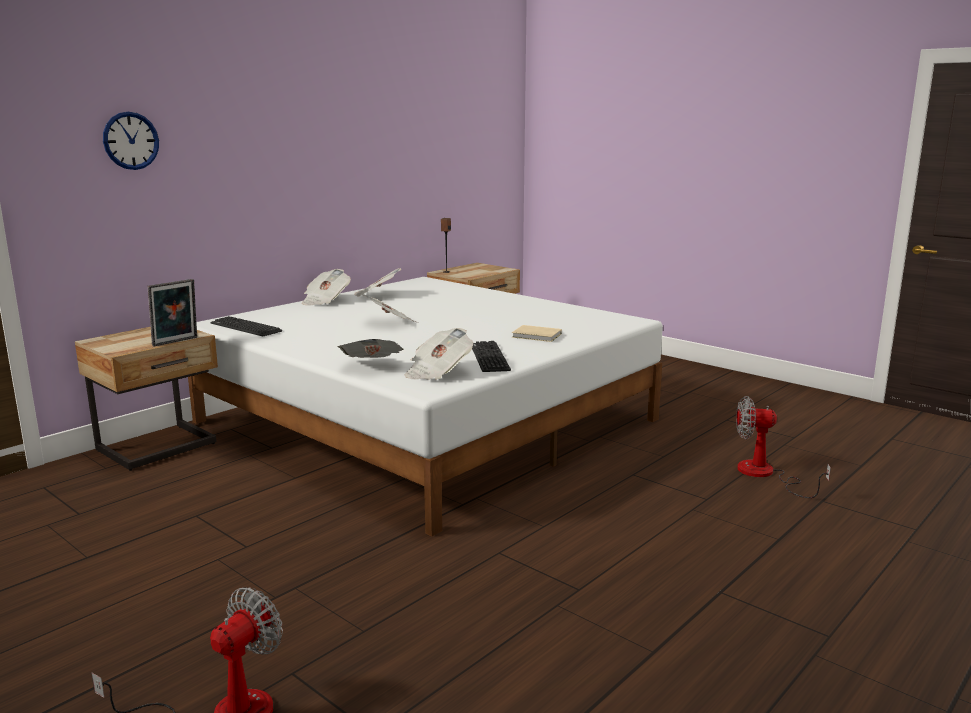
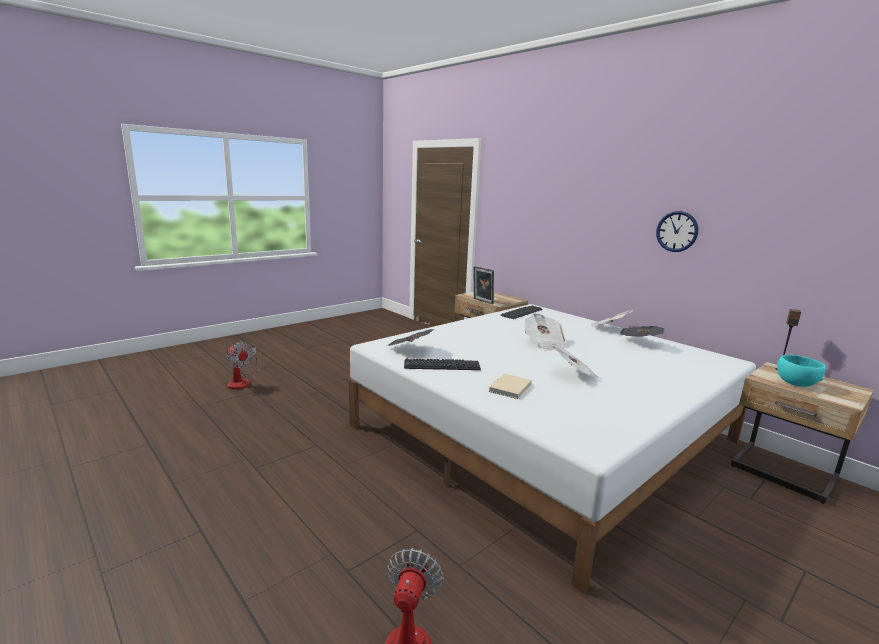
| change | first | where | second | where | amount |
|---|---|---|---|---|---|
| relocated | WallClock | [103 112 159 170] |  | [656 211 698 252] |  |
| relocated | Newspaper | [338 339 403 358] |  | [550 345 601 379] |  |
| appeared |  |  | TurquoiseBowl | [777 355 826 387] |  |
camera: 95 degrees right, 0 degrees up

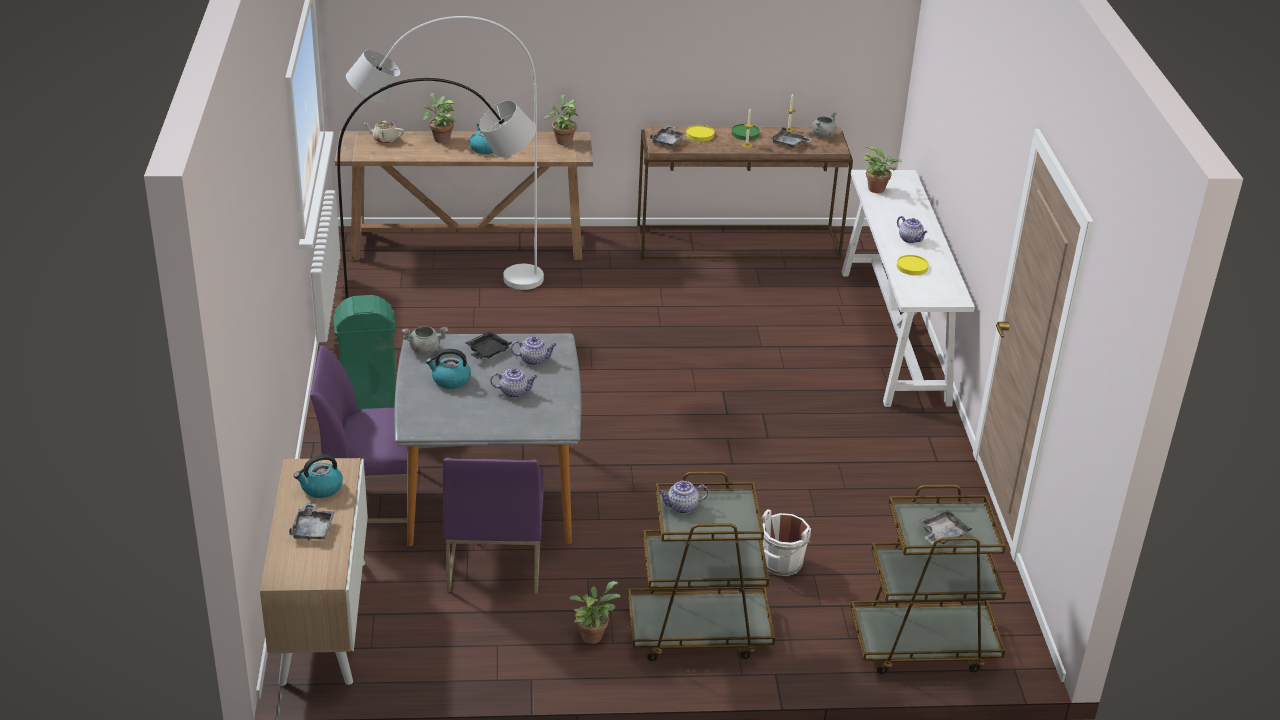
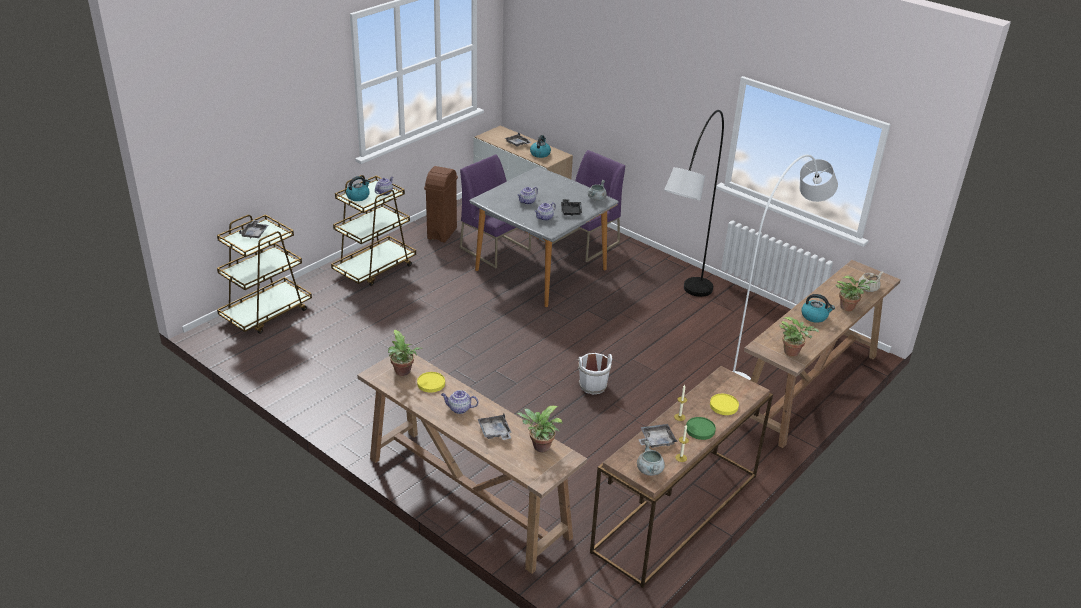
| change | first | where | second | where | amount |
|---|---|---|---|---|---|
| missing | GreenTrashCan | [333 295 396 410] |  |  |  |
| relocated | Kettle | [426 349 471 389] |  | [346 176 370 201] |  |
| relocated | PottedPlant | [569 581 621 644] |  | [388 330 422 376] |  |
| relocated | GreyTray | [650 125 686 147] |  | [478 414 512 440] |  |
| relocated | WhiteBucket | [761 509 811 576] |  | [577 353 612 394] |  |
| colour | WhiteConsoleTable | [842 170 975 407] | BrownConsoleTable | [357 353 587 574] |  |
| appeared |  |  | BrownTrashCan | [424 166 458 242] |  |
camera: 135 degrees right, 0 degrees up

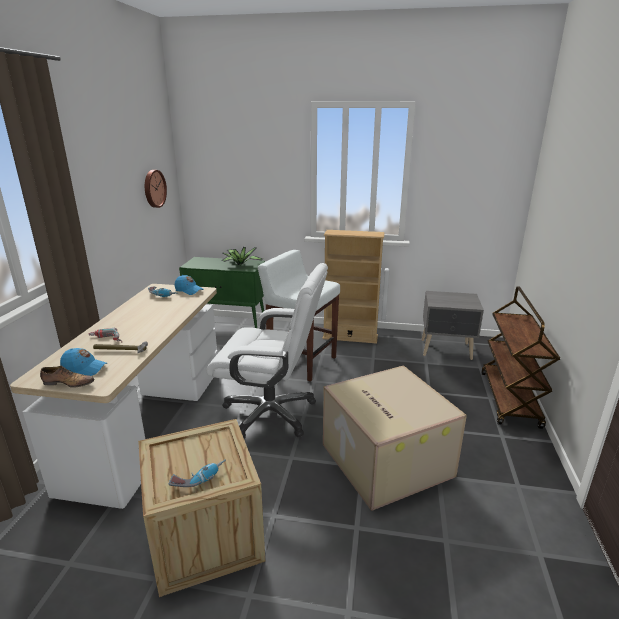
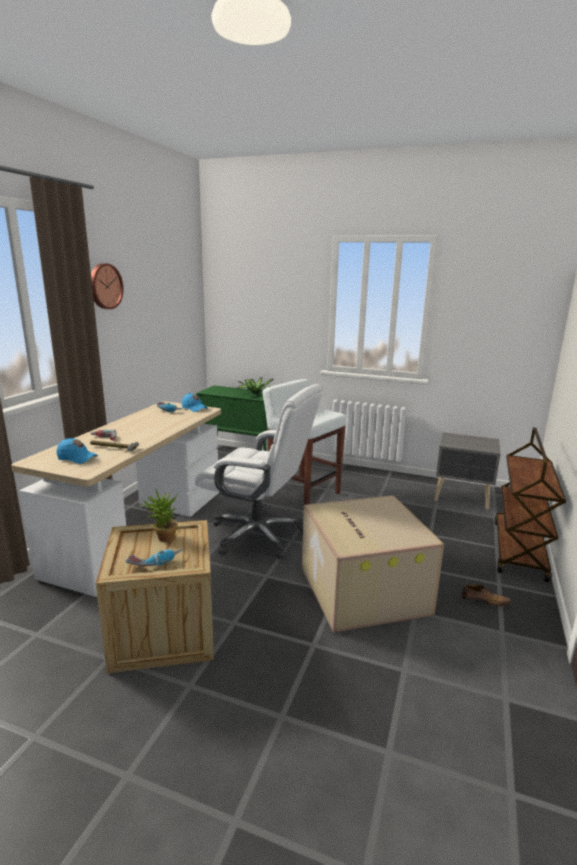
| change | first | where | second | where | amount |
|---|---|---|---|---|---|
| relocated | Shoe | [40 366 95 388] |  | [462 584 511 606] |  |
| relocated | WallClock | [145 170 167 208] |  | [91 263 124 309] |  |
| missing | BeigeBookcase | [323 230 385 344] |  |  |  |
| appeared |  |  | PottedPlant | [139 489 177 542] |  |
camera: 10 degrees right, 5 degrees down

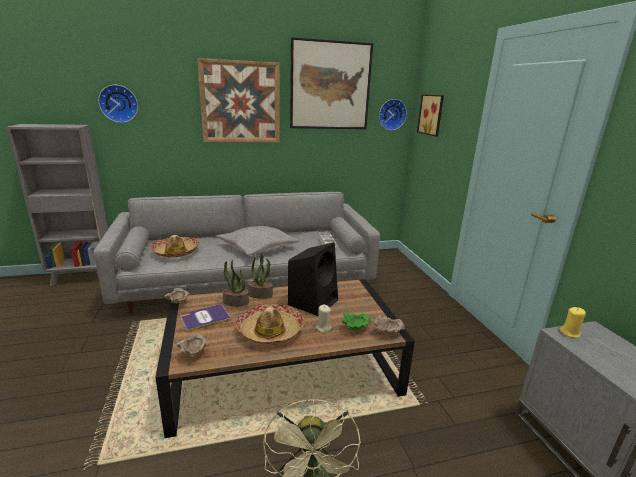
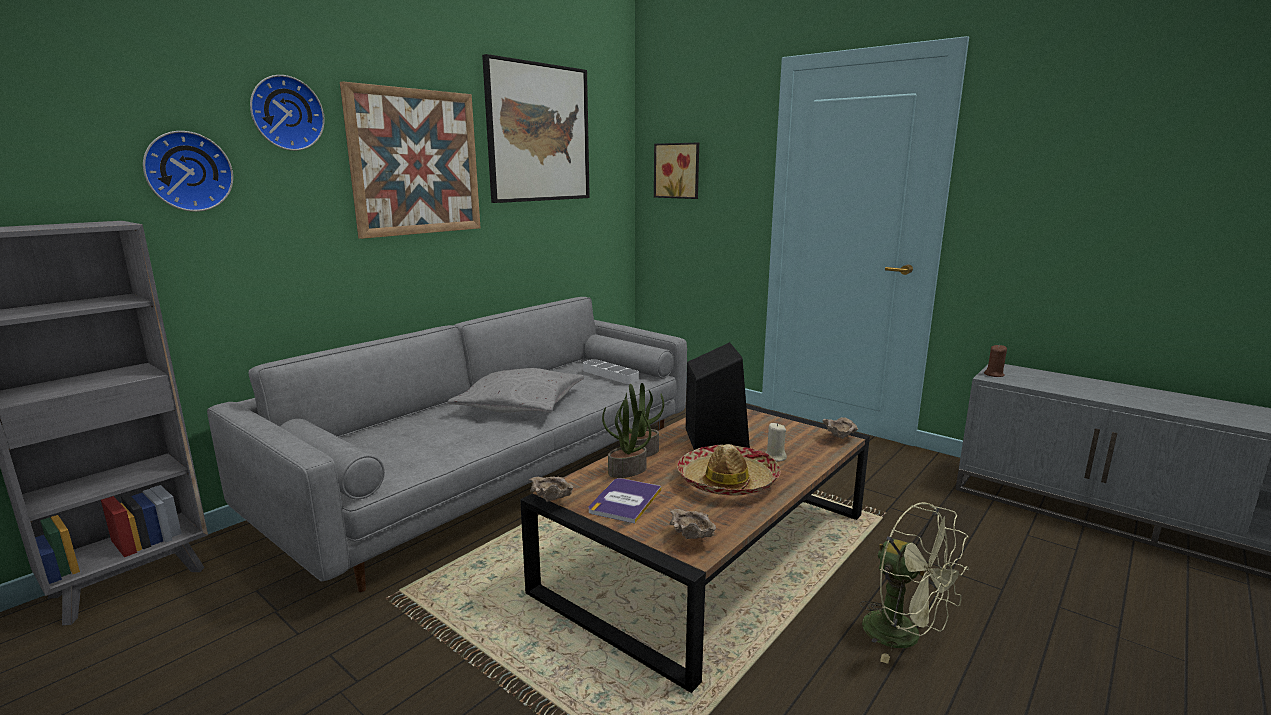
| change | first | where | second | where | amount |
|---|---|---|---|---|---|
| missing | Hat | [151 235 199 257] |  |  |  |
| missing | GreenBowl | [342 313 371 330] |  |  |  |
| relocated | WallClock | [379 99 407 130] |  | [250 75 325 151] |  |
| colour | YellowCandle | [560 307 586 338] | BrownCandle | [984 344 1007 377] |  |
camera: 35 degrees left, 5 degrees down

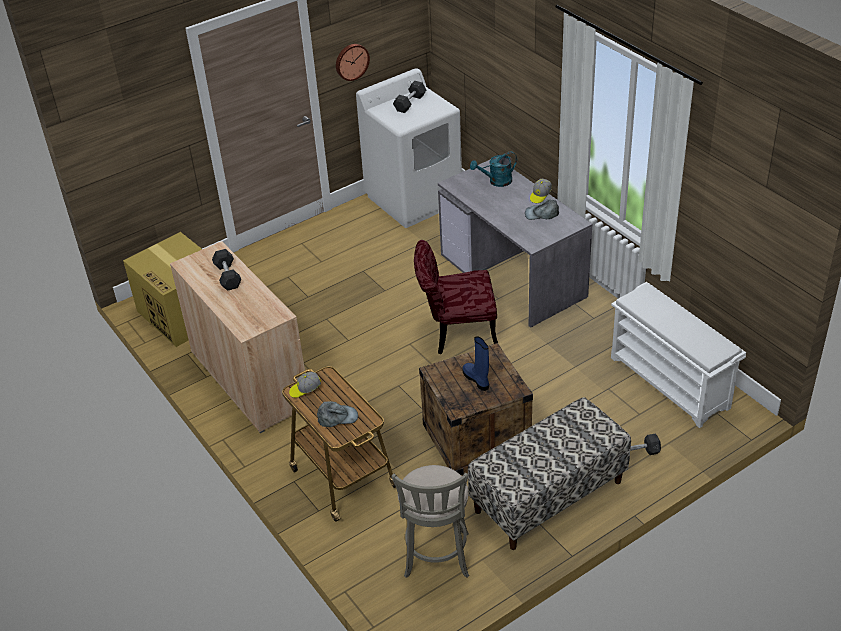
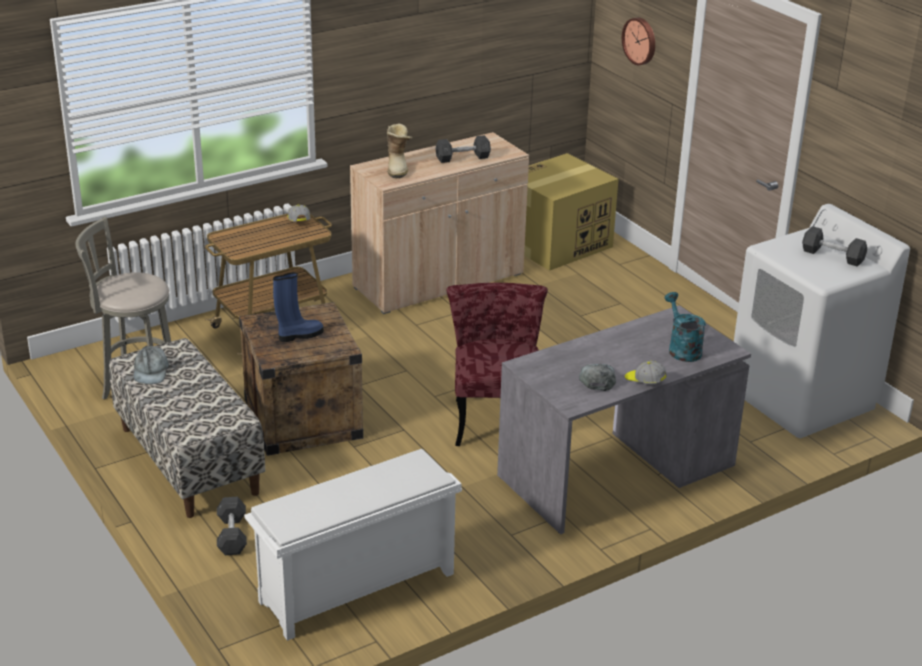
| change | first | where | second | where | amount |
|---|---|---|---|---|---|
| relocated | GreyCap | [317 401 358 427] |  | [134 345 169 384] |  |
| relocated | WallClock | [336 44 370 81] |  | [622 17 655 65] |  |
| appeared |  |  | Boot | [387 123 412 179] |  |
camera: 90 degrees right, 10 degrees down

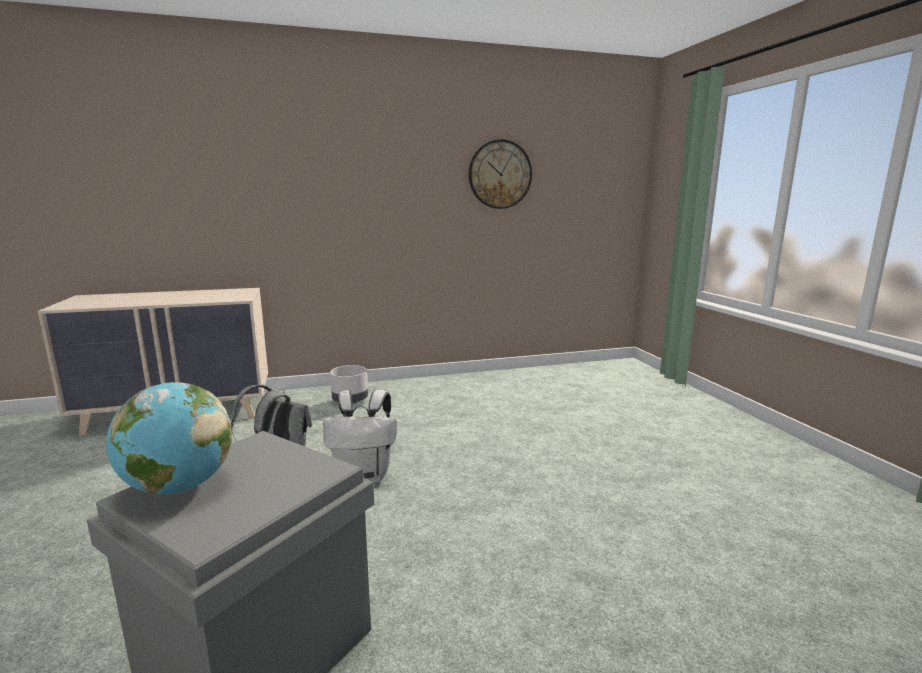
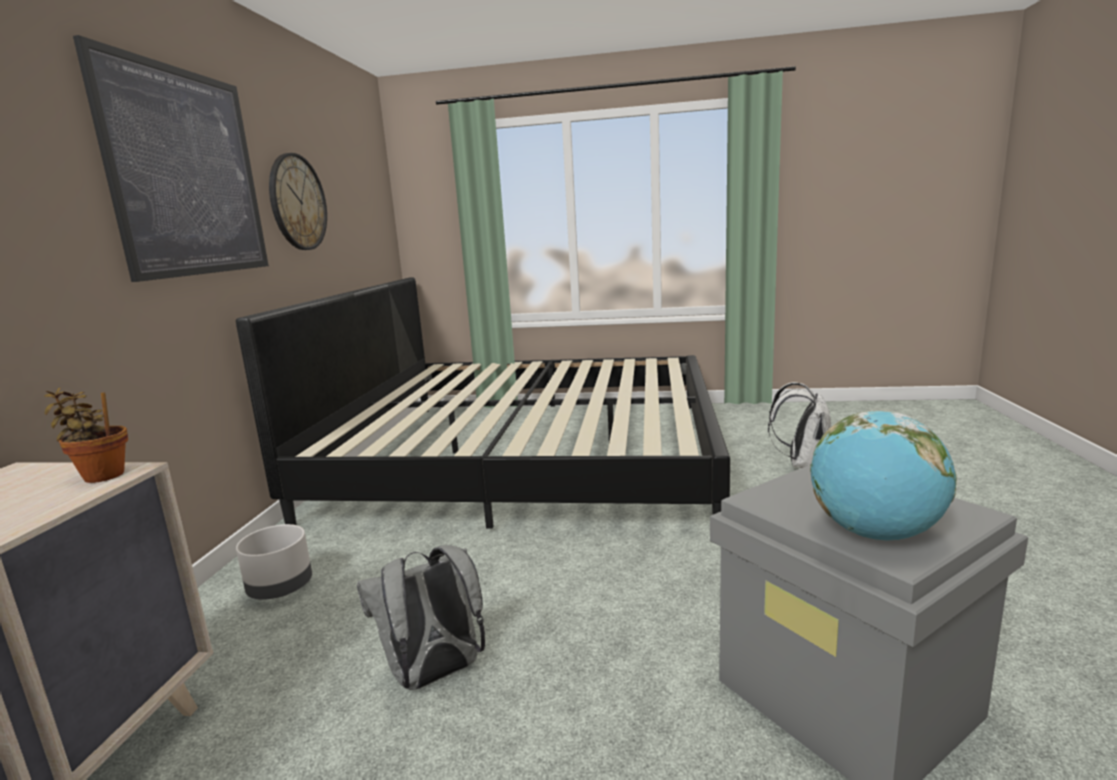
| change | first | where | second | where | amount |
|---|---|---|---|---|---|
| relocated | WhiteBackpack | [323 390 397 483] |  | [768 382 831 468] |  |
| appeared |  |  | PottedPlant | [44 387 128 483] |  |
| appeared |  |  | Picture | [73 35 269 282] |  |
| appeared |  |  | Bed | [236 277 730 528] |  |
camera: 65 degrees left, 0 degrees up

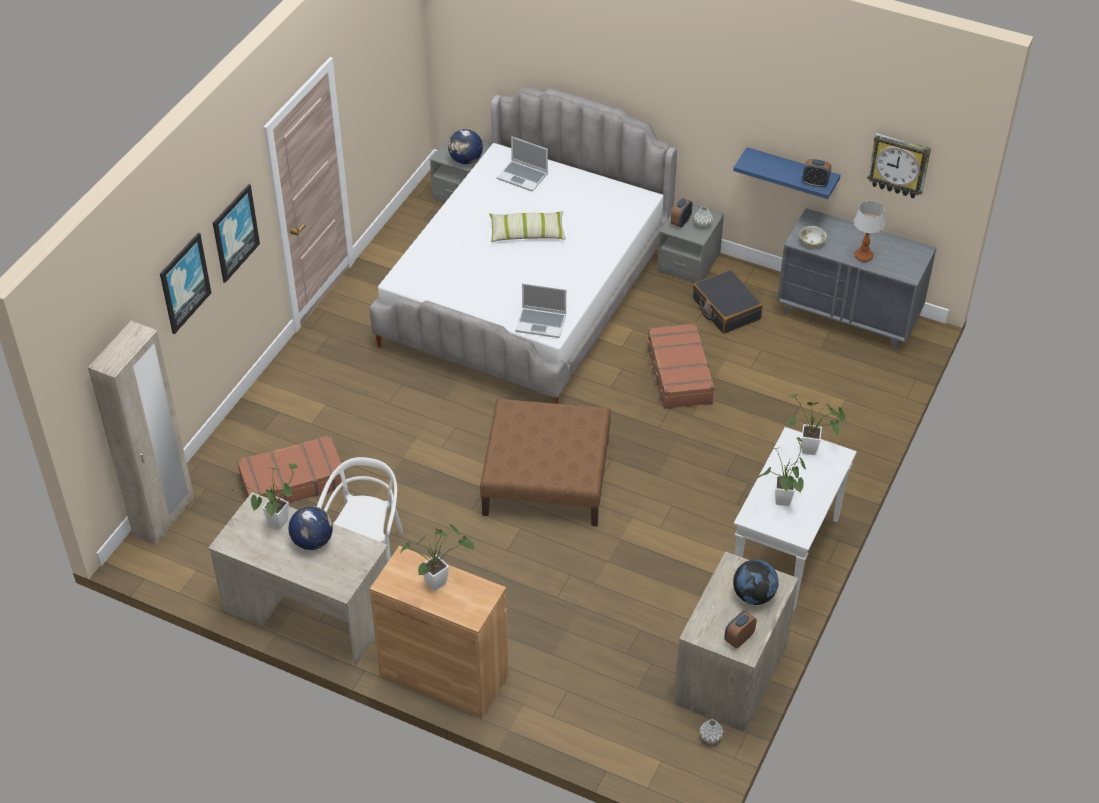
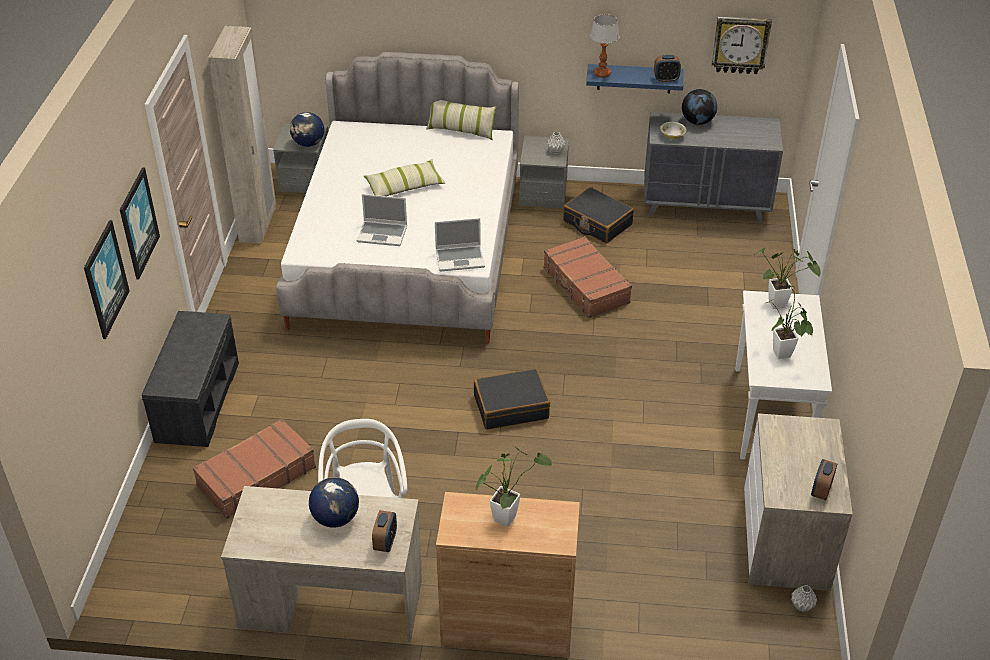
| change | first | where | second | where | amount |
|---|---|---|---|---|---|
| relocated | BeigeWardrobe | [88 321 193 545] |  | [208 26 276 244] |  |
| missing | PottedPlant | [232 463 298 529] |  |  |  |
| exchanged | BrownOttoman | [480 399 611 526] | BlackSuitcase | [474 369 550 429] |  |
| relocated | Laptop | [497 136 548 192] |  | [357 194 407 246] |  |
| relocated | AlarmClock | [671 198 693 228] |  | [372 510 397 552] |  |
| relocated | Globe | [733 559 779 605] |  | [682 89 717 125] |  |
| relocated | TableLamp | [854 201 885 262] |  | [590 14 619 78] |  |
| appeared |  |  | GreyBench | [142 311 239 447] |  |
| appeared |  |  | Pillow | [426 100 497 140] |  |
camera: 20 degrees left, 5 degrees down

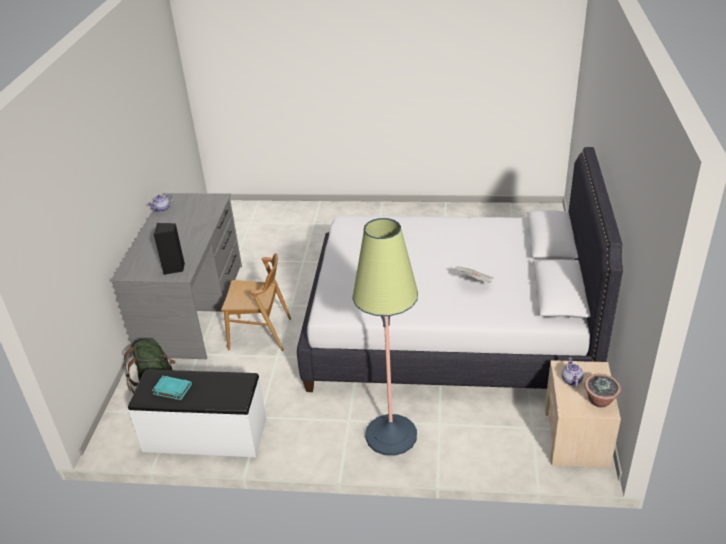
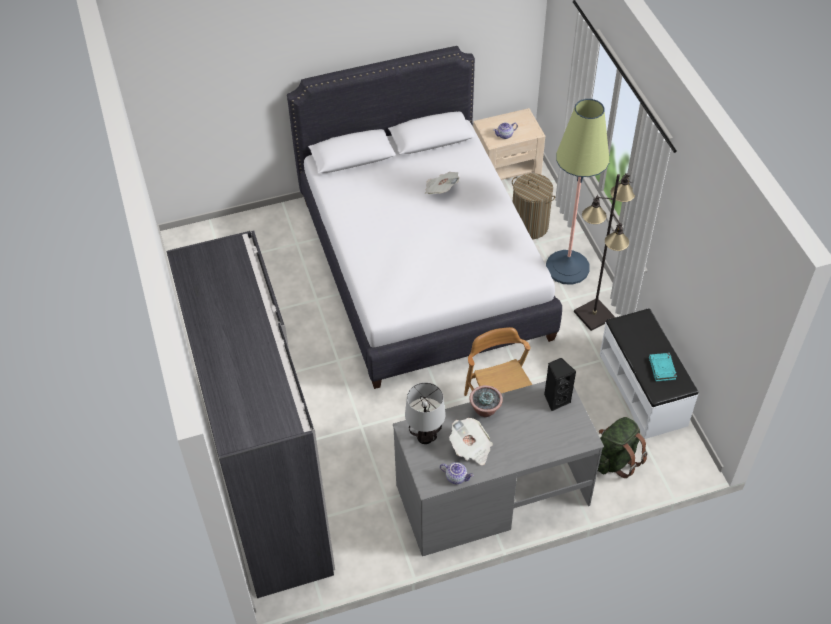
| change | first | where | second | where | amount |
|---|---|---|---|---|---|
| relocated | PottedPlant | [585 374 621 407] |  | [469 385 503 417] |  |
| appeared |  |  | GreyWardrobe | [166 230 335 598] |  |
| appeared |  |  | TableLamp | [405 382 446 444] |  |
| appeared |  |  | Newspaper | [449 418 493 465] |  |
| appeared |  |  | LaundryBasket | [512 173 555 240] |  |
| appeared |  |  | BlackFloorLamp | [574 173 635 331] |  |
camera: 115 degrees left, 15 degrees up

